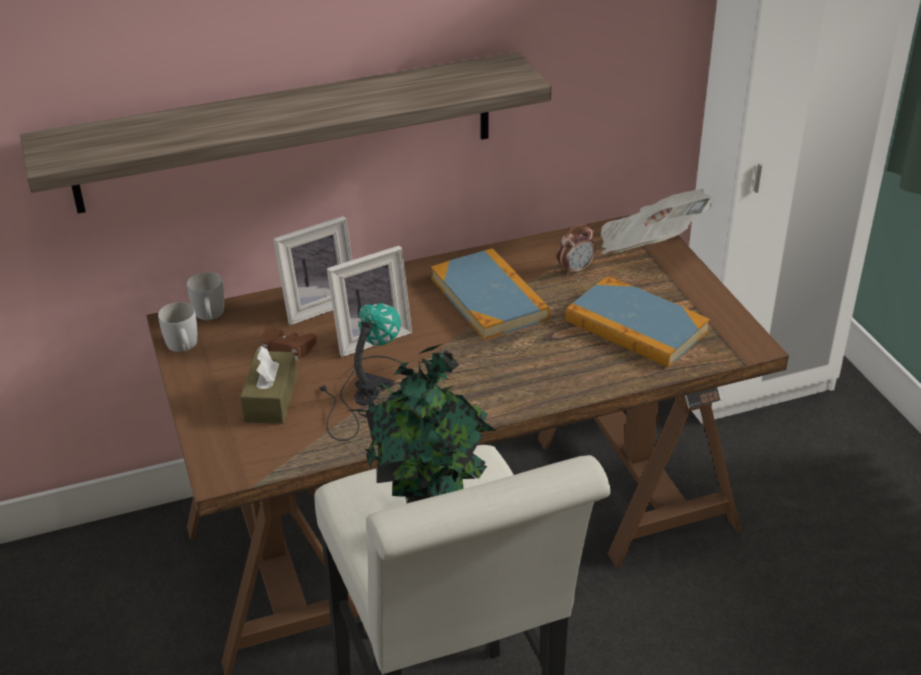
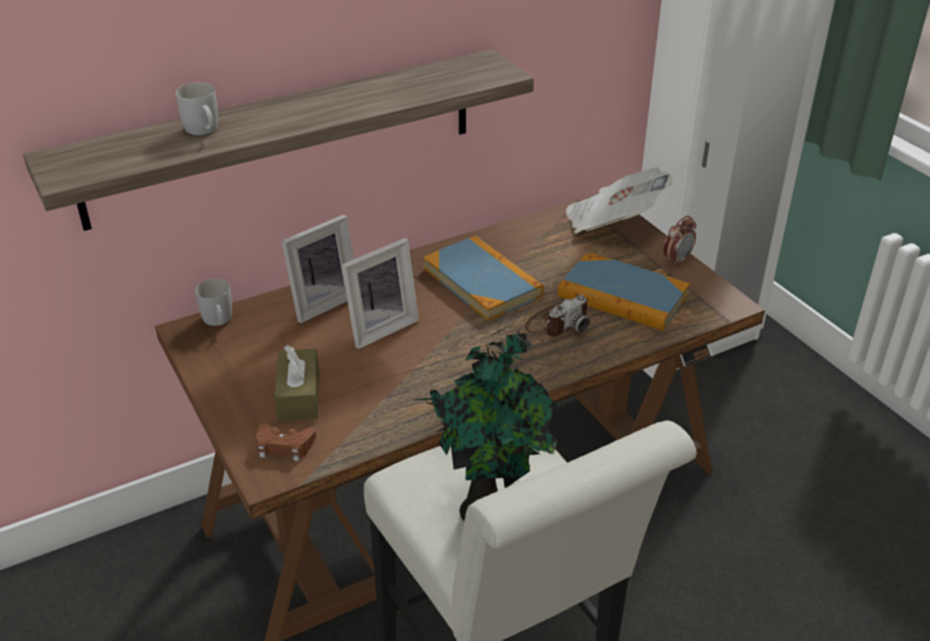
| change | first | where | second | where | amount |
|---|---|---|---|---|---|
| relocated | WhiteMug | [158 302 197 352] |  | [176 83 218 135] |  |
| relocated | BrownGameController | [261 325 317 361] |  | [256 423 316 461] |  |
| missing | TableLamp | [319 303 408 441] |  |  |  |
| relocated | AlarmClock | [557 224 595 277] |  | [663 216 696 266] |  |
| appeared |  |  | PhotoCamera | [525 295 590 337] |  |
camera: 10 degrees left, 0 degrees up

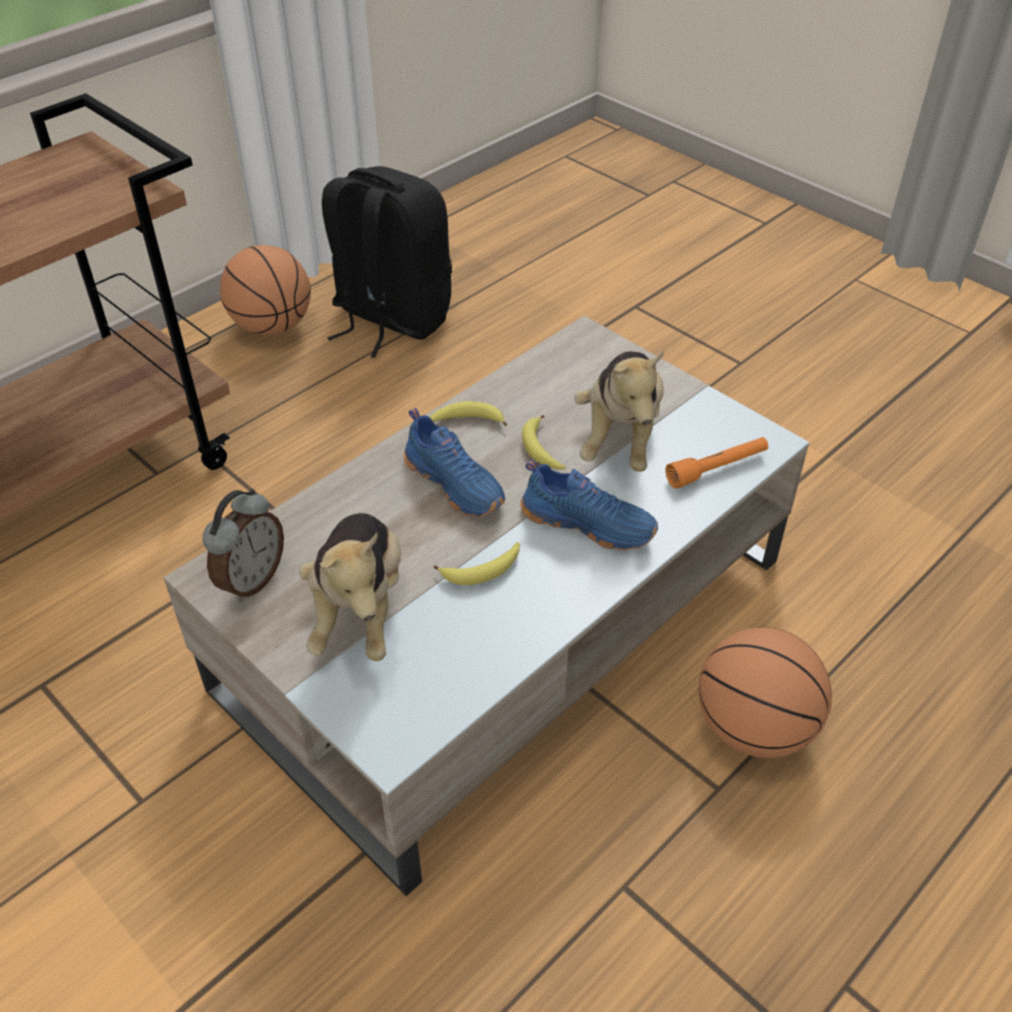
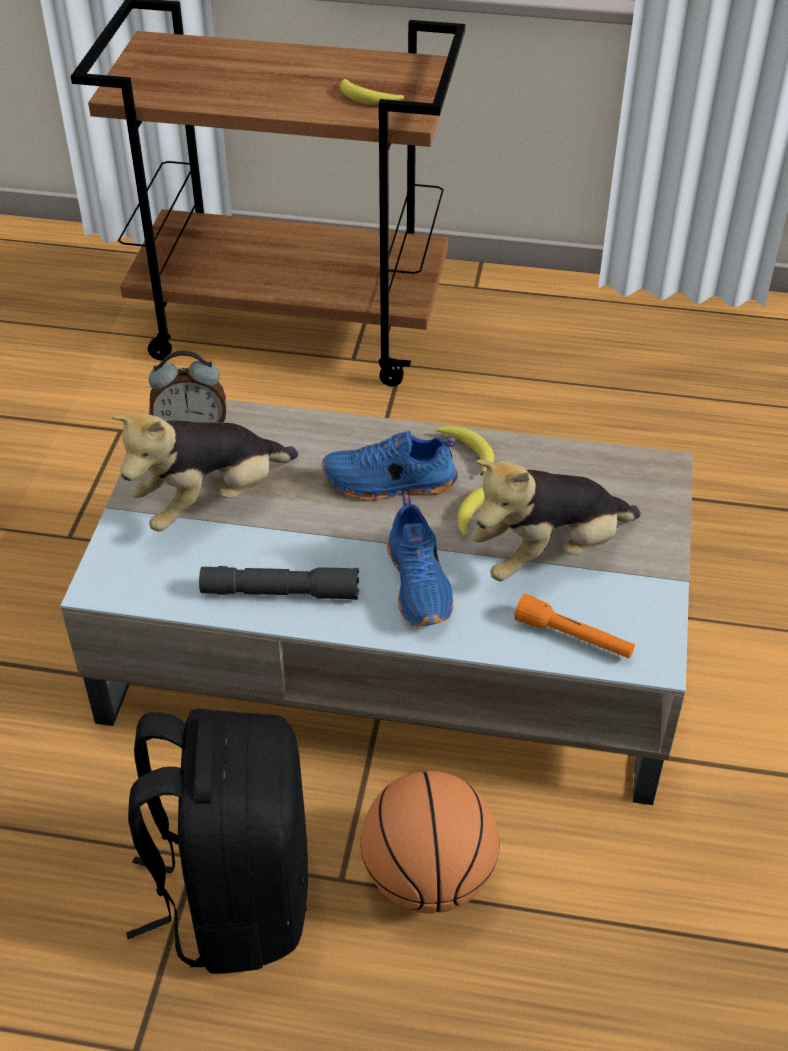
| change | first | where | second | where | amount |
|---|---|---|---|---|---|
| missing | Basketball | [220 245 311 335] |  |  |  |
| relocated | BlackBackpack | [322 166 452 358] |  | [126 709 308 974] |  |
| spun | BlueShoe | [404 408 505 517] |  | [322 431 458 501] | 75 degrees clockwise |
| relocated | Banana | [434 542 520 585] |  | [341 77 404 105] |  |
| appeared |  |  | GreyFlashlight | [199 566 359 600] |  |
camera: 55 degrees right, 0 degrees up

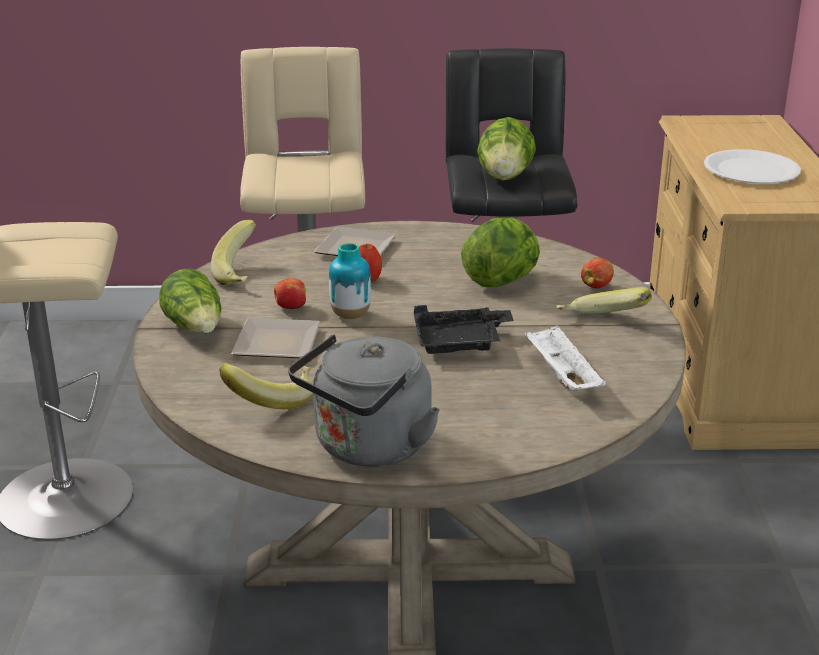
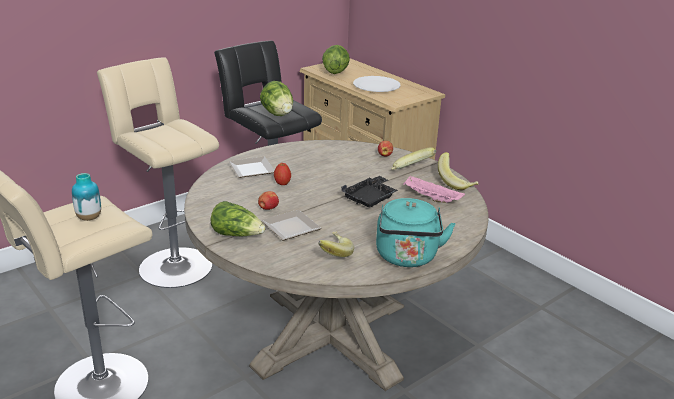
| change | first | where | second | where | amount |
|---|---|---|---|---|---|
| relocated | Banana | [211 220 256 285] |  | [438 152 479 190] |  |
| colour | GreyKettle | [288 334 440 467] | TurquoiseKettle | [376 198 455 267] |  |
| relocated | Vase | [329 243 371 319] |  | [72 173 101 221] |  |
| relocated | Lettuce | [461 218 540 287] |  | [322 45 350 74] |  |
| colour | WhiteTray | [525 325 606 391] | PinkTray | [403 176 465 203] |  |
camera: 40 degrees left, 0 degrees up

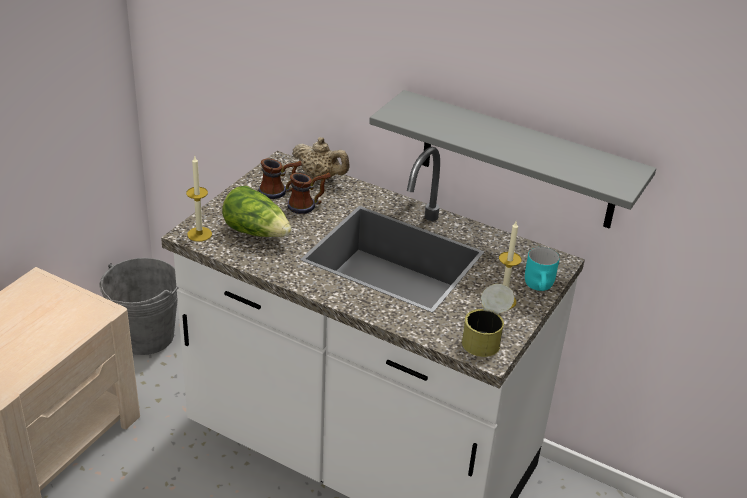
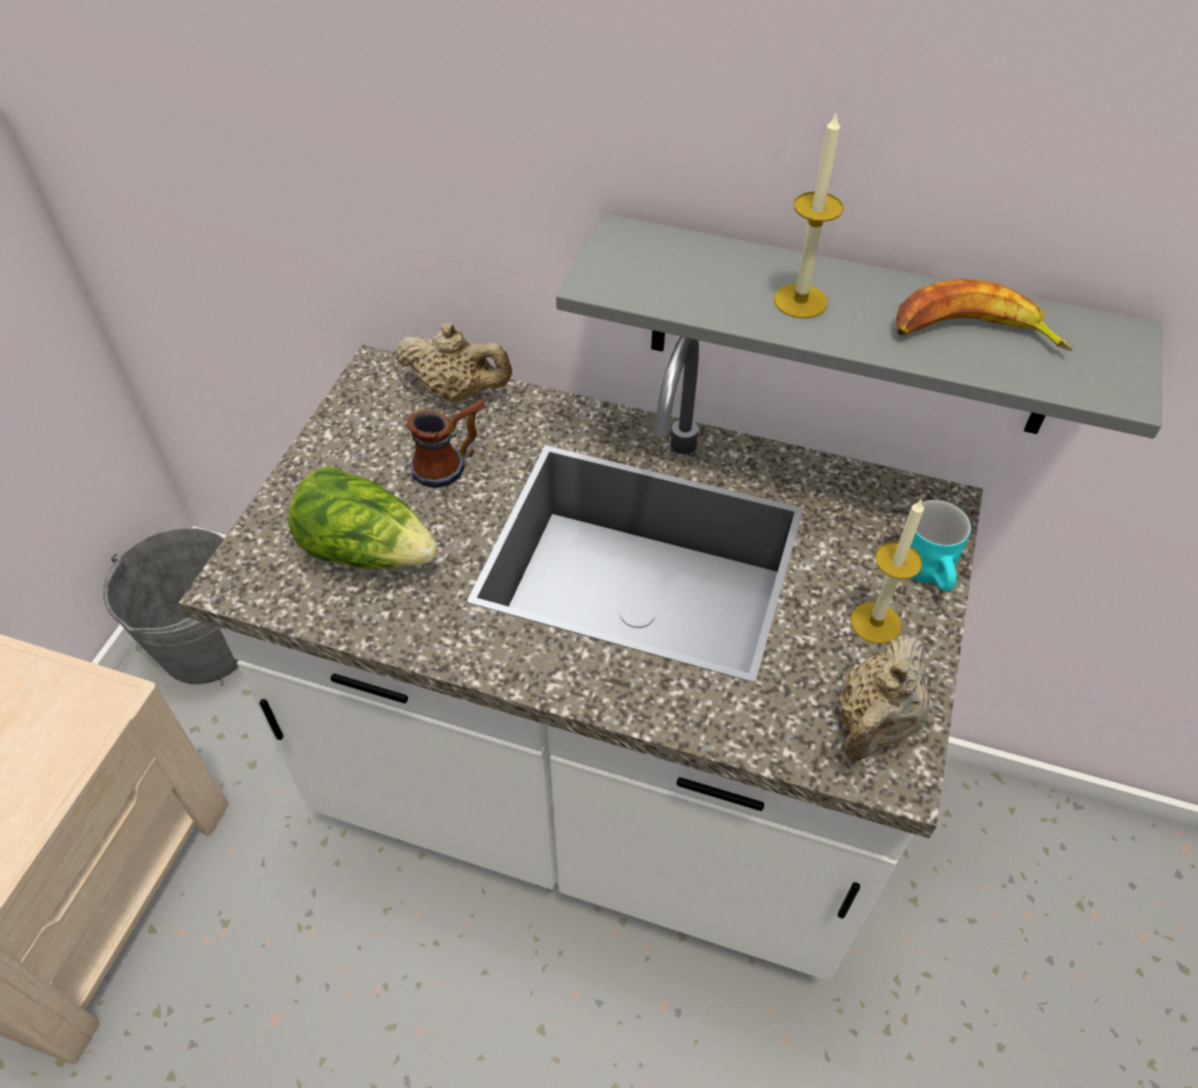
| change | first | where | second | where | amount |
|---|---|---|---|---|---|
| relocated | Candle | [186 156 212 242] |  | [774 111 843 319] |  |
| missing | Mug | [258 158 302 199] |  |  |  |
| exchanged | Can | [462 284 514 357] | BeigeTeapot | [839 635 930 761] |  |
| appeared |  |  | Banana | [896 279 1073 351] |  |
camera: 10 degrees left, 15 degrees up

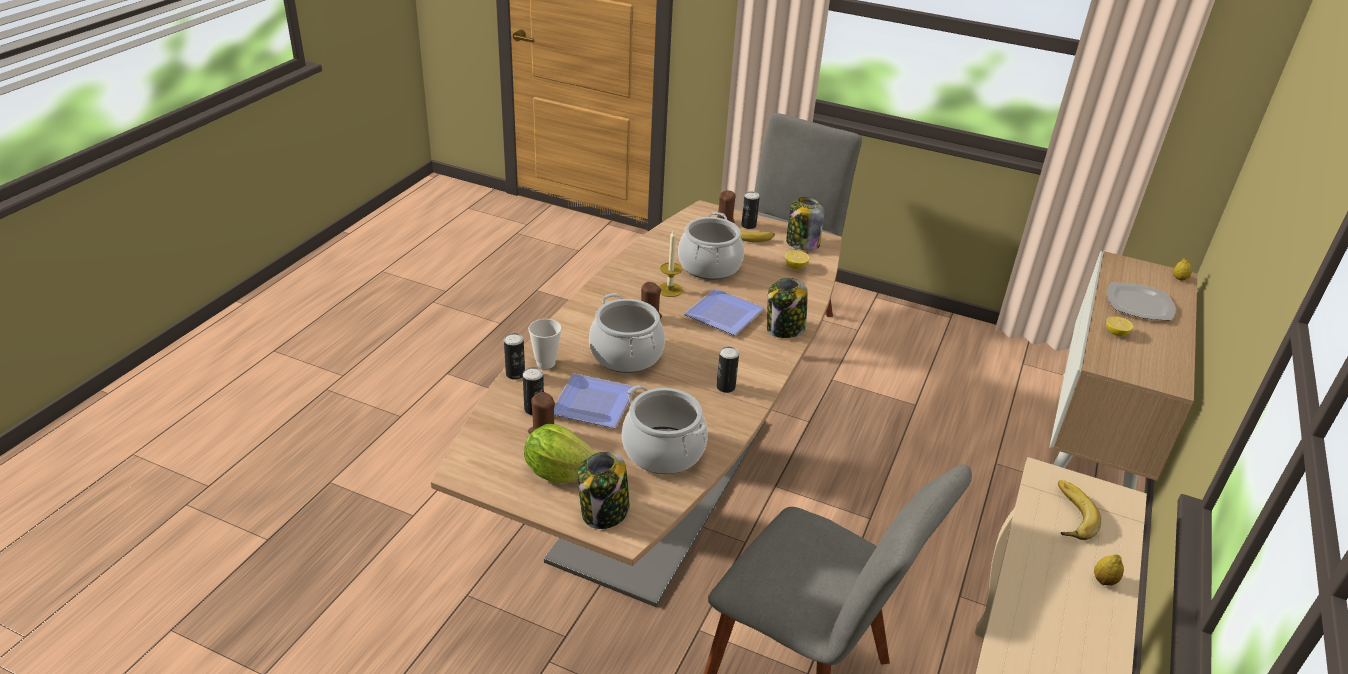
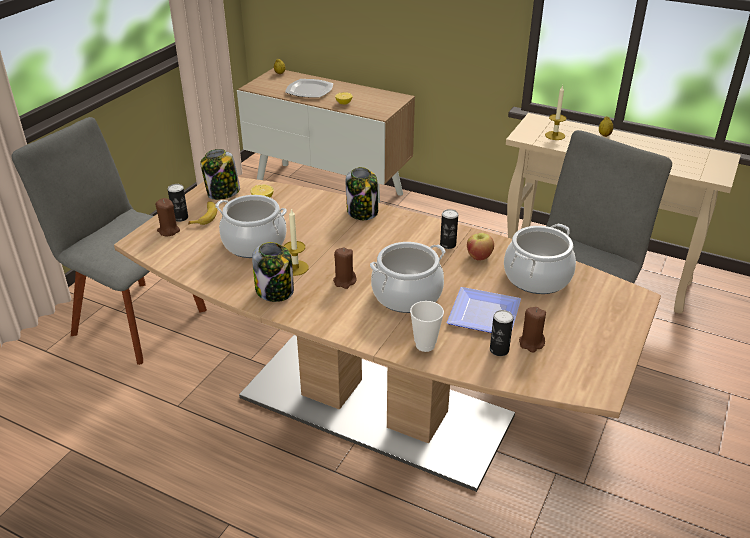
| change | first | where | second | where | amount |
|---|---|---|---|---|---|
| missing | Can | [504 333 525 380] |  |  |  |
| missing | Lettuce | [524 424 596 483] |  |  |  |
| relocated | Jar | [578 452 630 529] |  | [252 242 294 302] |  |
| missing | Plate | [684 288 765 335] |  |  |  |
| exchanged | Banana | [1058 480 1101 540] | Candle | [545 85 567 140] |  |
| appeared |  |  | Apple | [467 233 494 261] |  |
camera: 85 degrees left, 0 degrees up

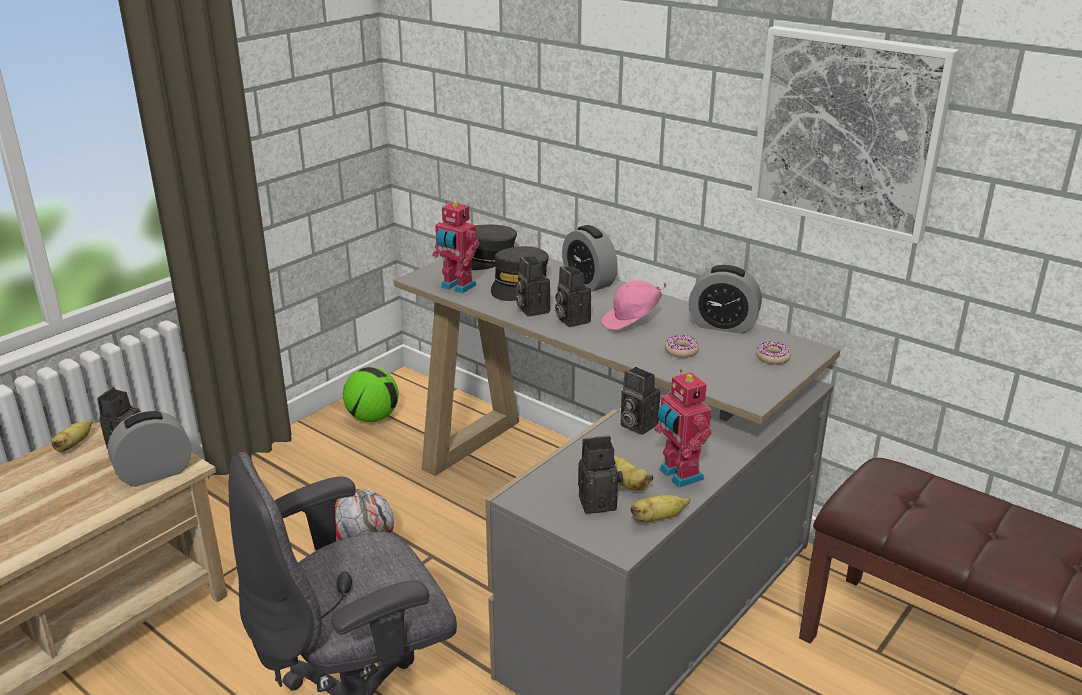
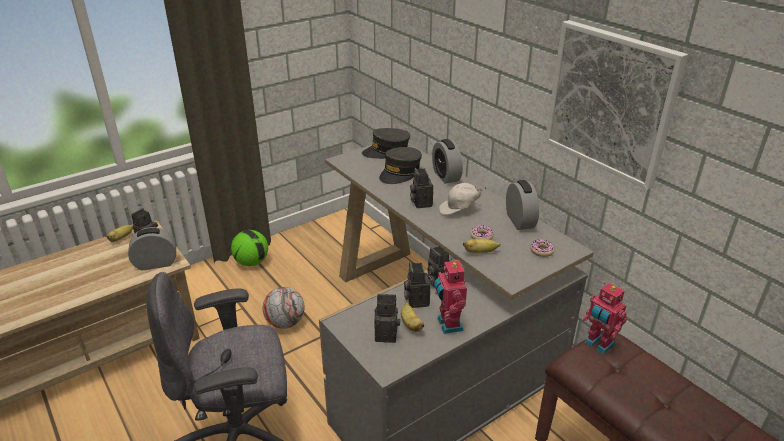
| change | first | where | second | where | amount |
|---|---|---|---|---|---|
| relocated | Football | [343 367 399 422] |  | [231 230 268 266] |  |
| relocated | ToyRobot | [432 201 479 293] |  | [583 283 627 354] |  |
| relocated | PhotoCamera | [515 256 550 317] |  | [404 262 430 308] |  |
| colour | PinkCap | [601 280 667 330] | WhiteCap | [439 183 487 215] |  |
| relocated | Banana | [630 495 690 522] |  | [463 239 501 253] |  |
| spun | AlarmClock | [689 265 762 334] |  | [506 180 539 230] | 135 degrees counterclockwise |
camera: 15 degrees right, 5 degrees up

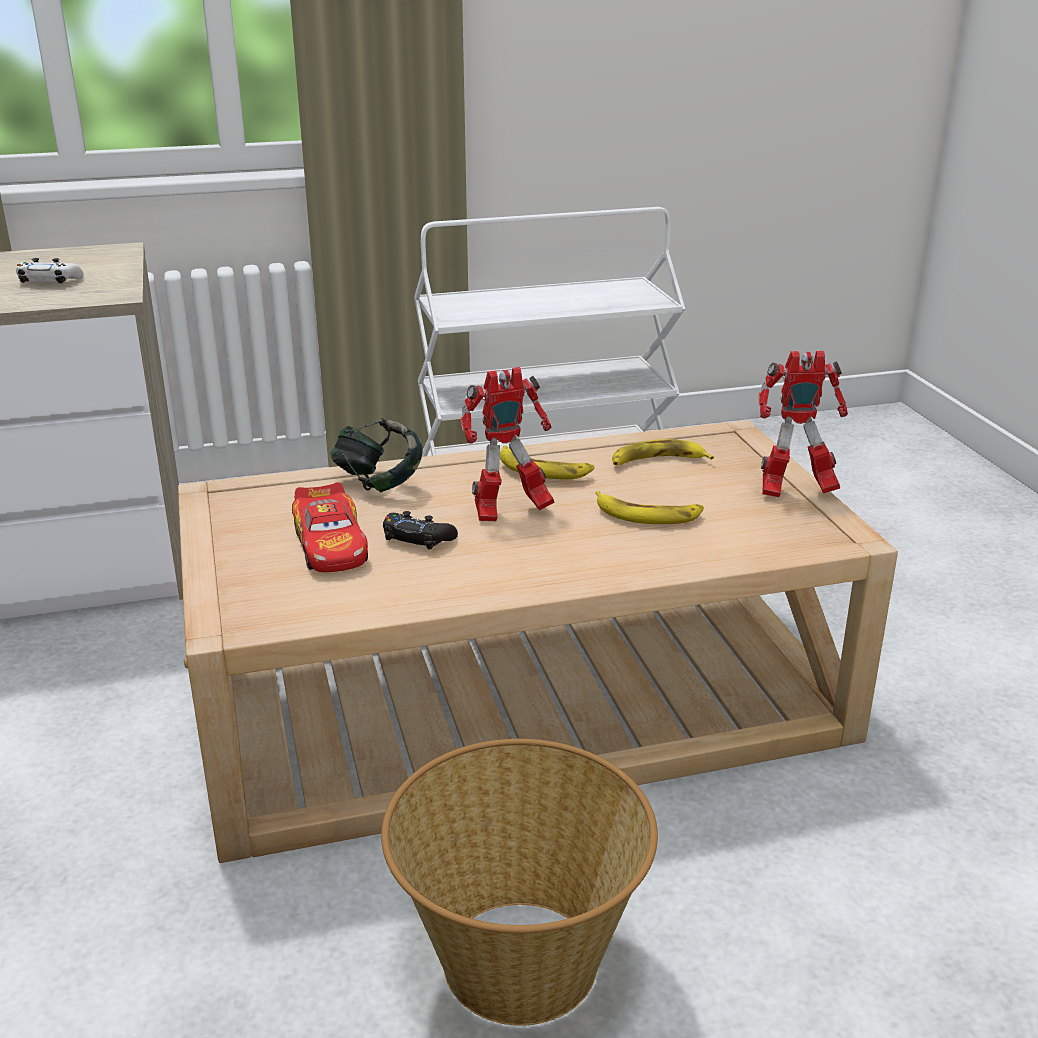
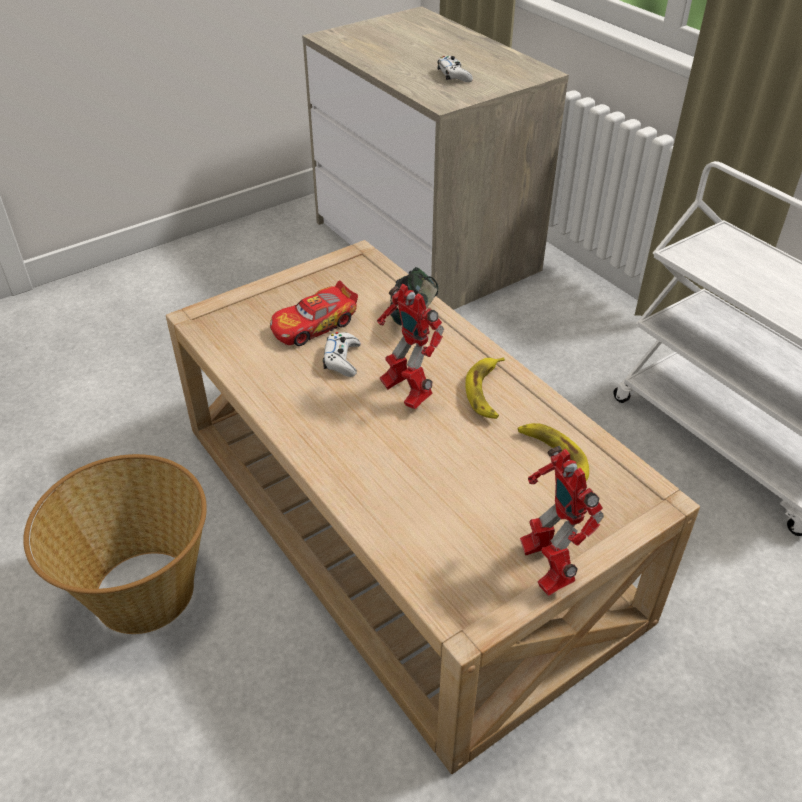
| change | first | where | second | where | amount |
|---|---|---|---|---|---|
| colour | BlackGameController | [383 511 458 549] | WhiteGameController | [323 332 361 377] |  |
| missing | Banana | [596 491 704 524] |  |  |  |
camera: 70 degrees right, 15 degrees up

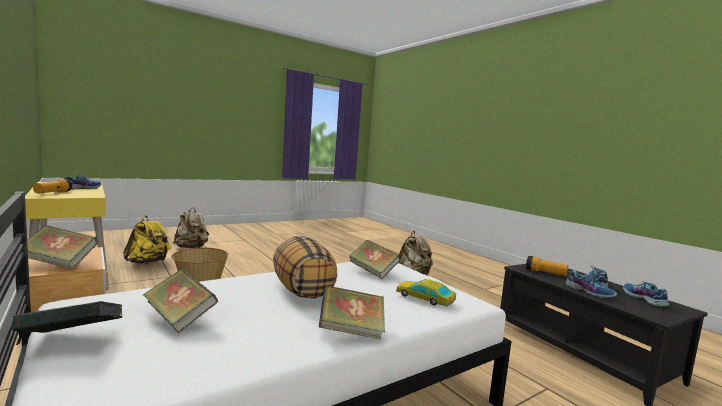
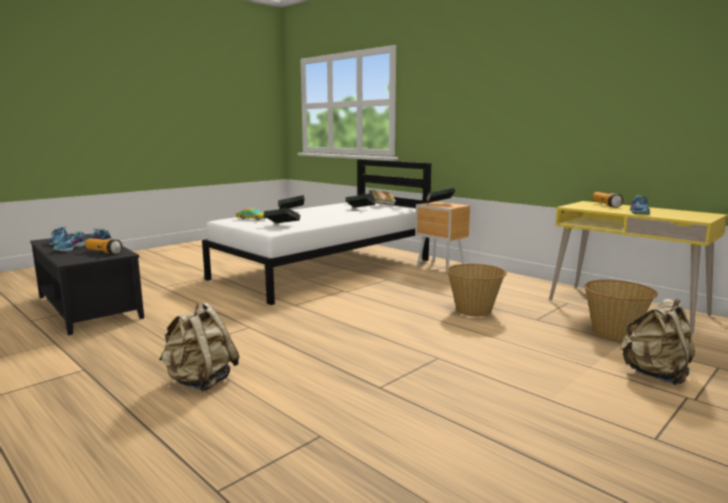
| change | first | where | second | where | amount |
|---|---|---|---|---|---|
| exchanged | YellowBackpack | [123 216 171 264] | Basket | [584 280 658 341] |  |
| missing | Pillow | [273 236 337 299] |  |  |  |
camera: 170 degrees right, 5 degrees up

